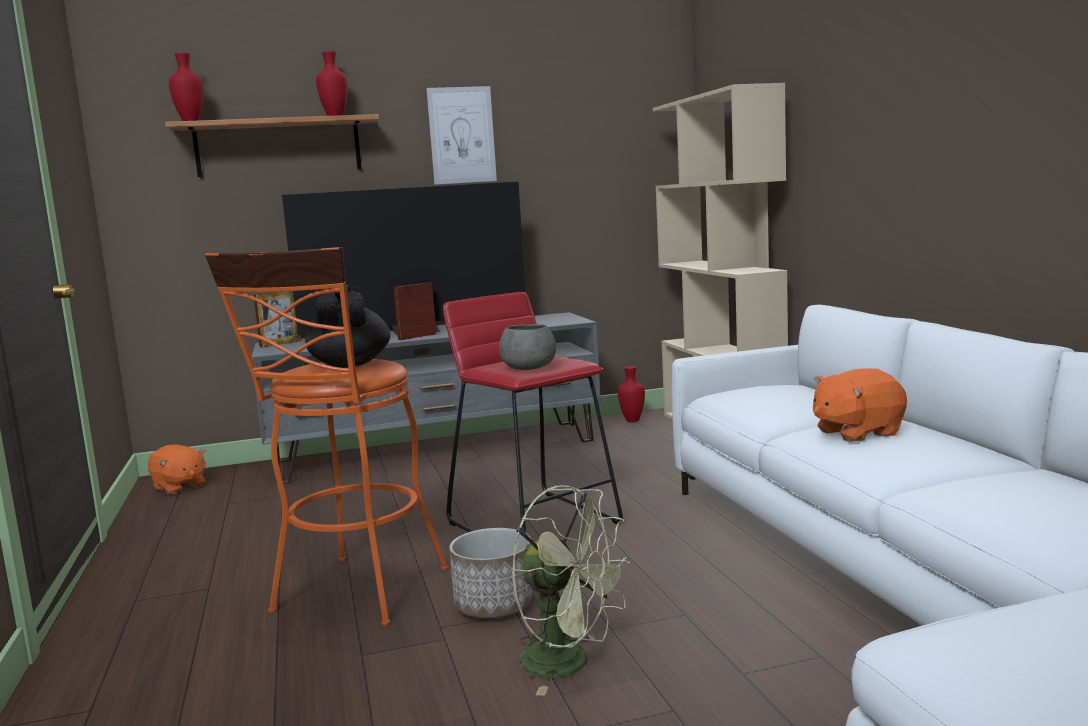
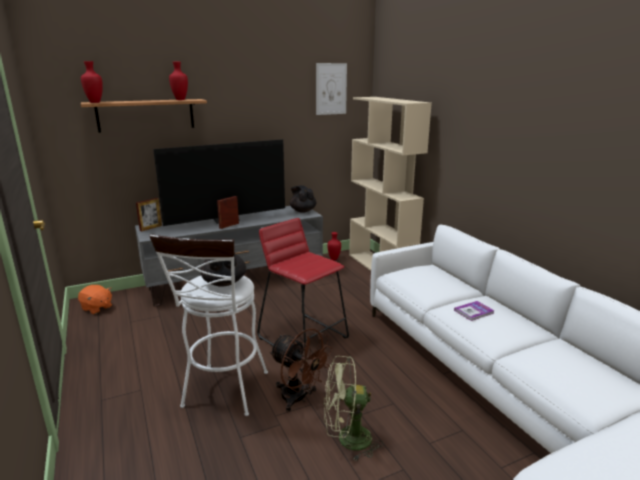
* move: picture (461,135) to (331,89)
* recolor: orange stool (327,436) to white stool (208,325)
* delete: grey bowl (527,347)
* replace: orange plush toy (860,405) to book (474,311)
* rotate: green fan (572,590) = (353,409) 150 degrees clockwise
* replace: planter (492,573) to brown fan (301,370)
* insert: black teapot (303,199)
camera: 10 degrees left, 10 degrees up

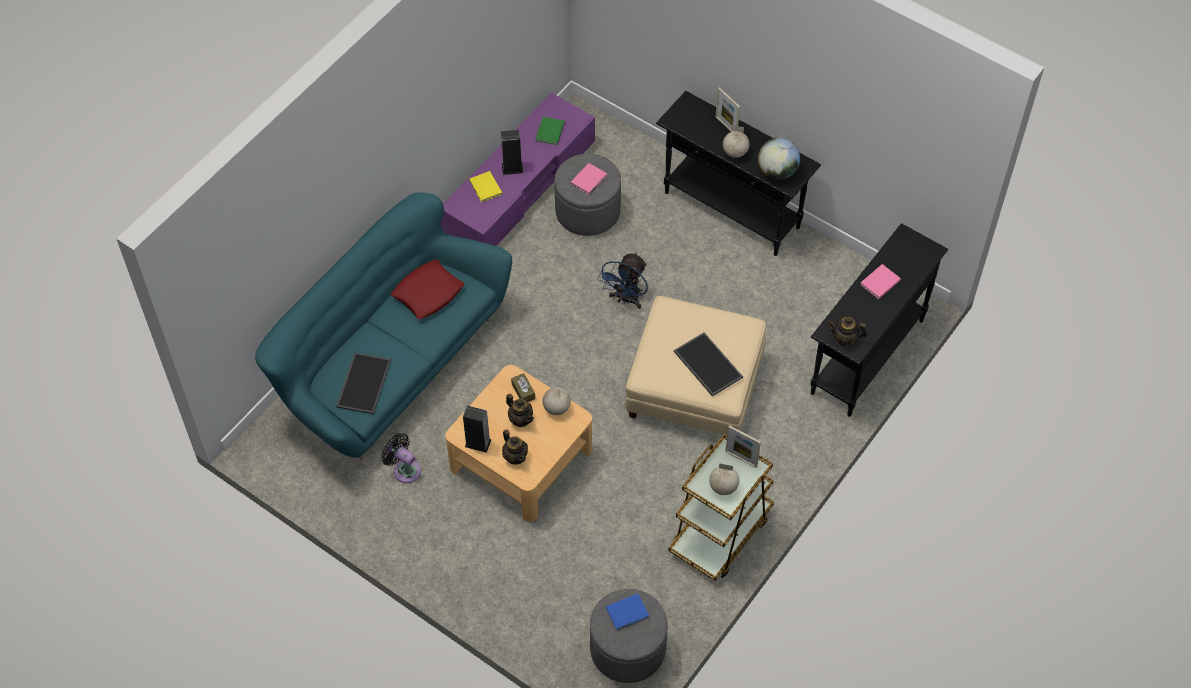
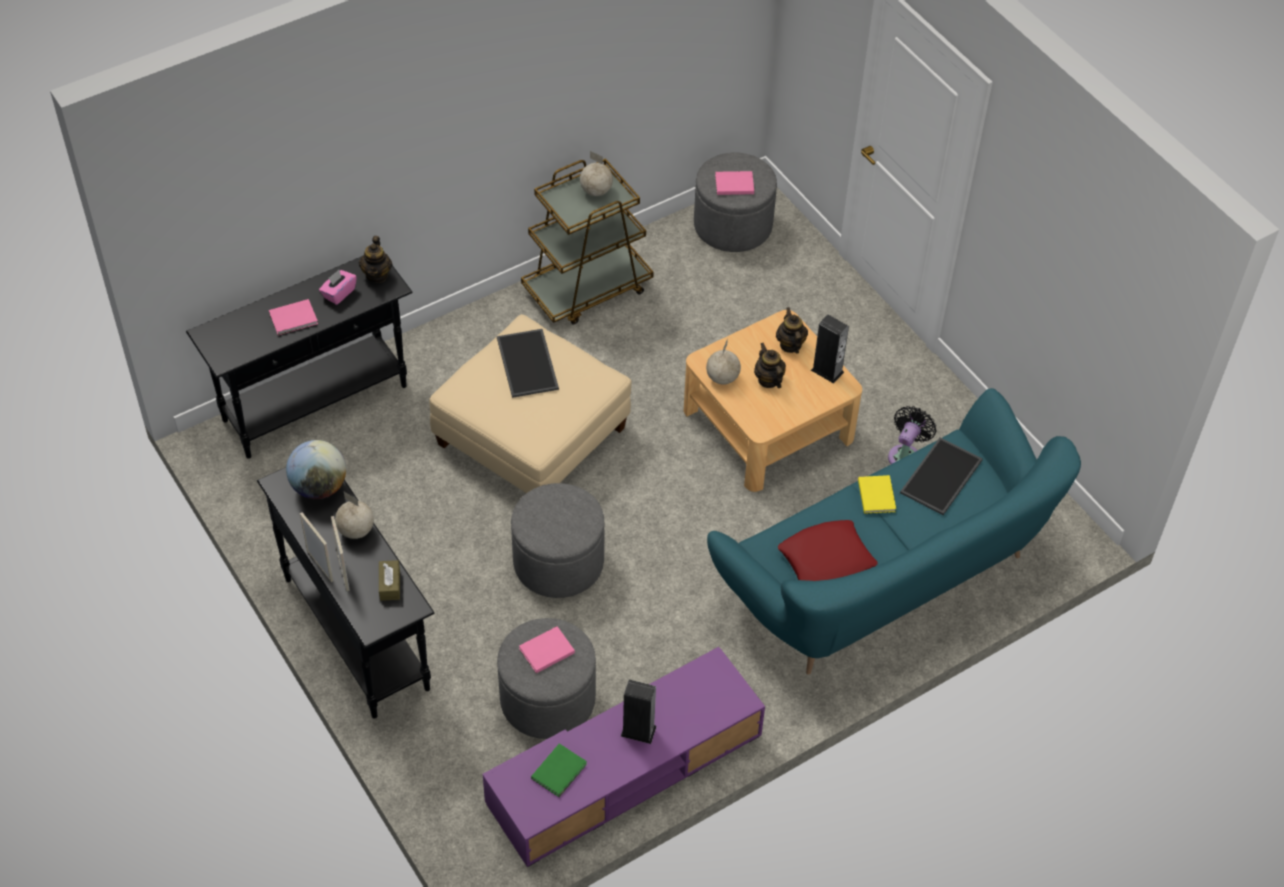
* move: yellow book (485,187) to (877,494)
* replace: blue fan (622,280) to grey ottoman (557,540)
* rotate: teapot (847,332) = (375,259) 60 degrees clockwise
* move: brown tissue box (523,387) to (389,580)
* move: picture frame (743,446) to (317,547)
* rotate: black fan (401,458) = (912,435) 120 degrees counterclockwise
* recolor: blue book (627,611) to pink book (734,183)
* insert: pink tissue box (338,287)
camera: 160 degrees left, 5 degrees down

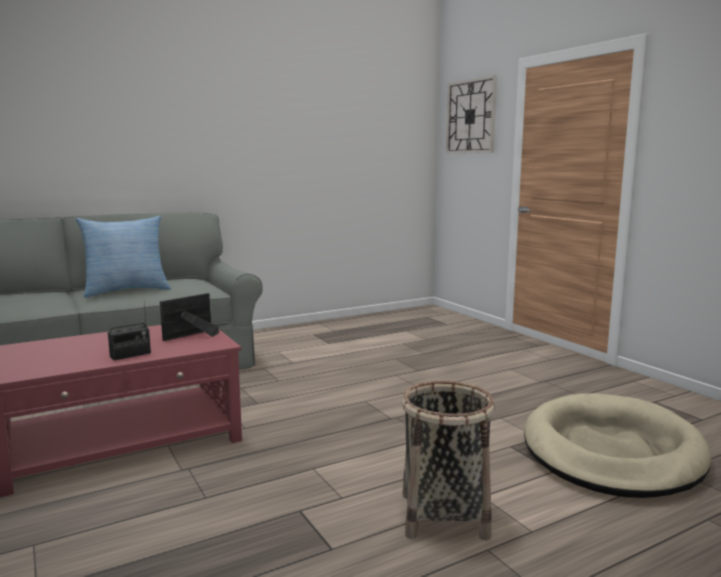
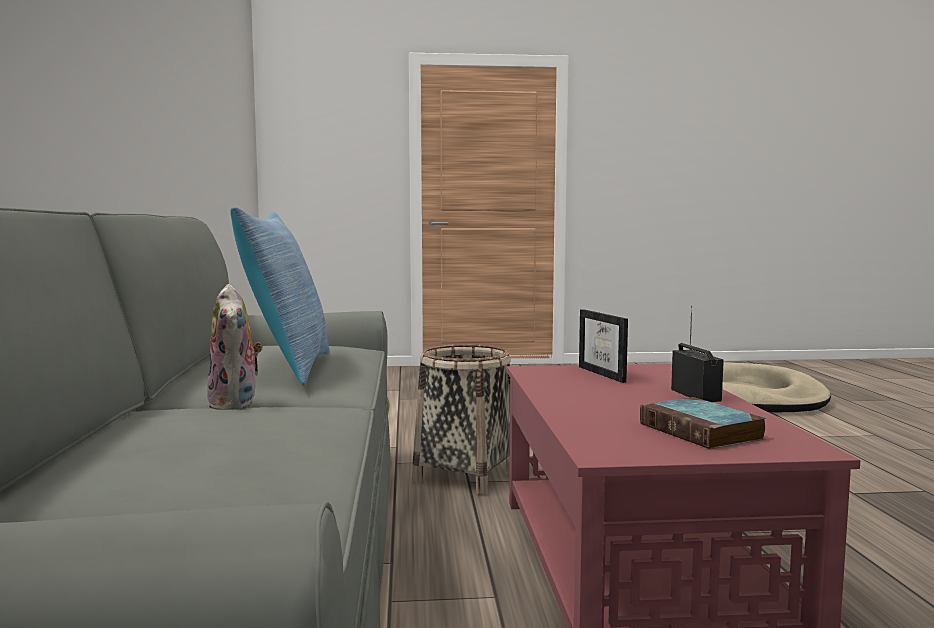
* delete: wall clock (471,114)
* move: basket (448,461) to (461,419)
* insert: plush toy (235,347)
* insert: book (703,423)
camera: 65 degrees left, 5 degrees down

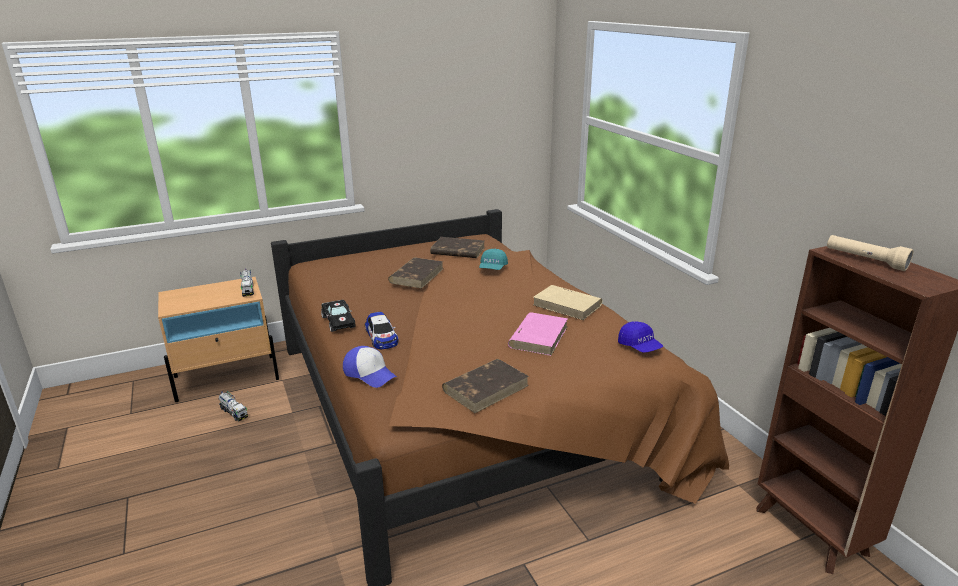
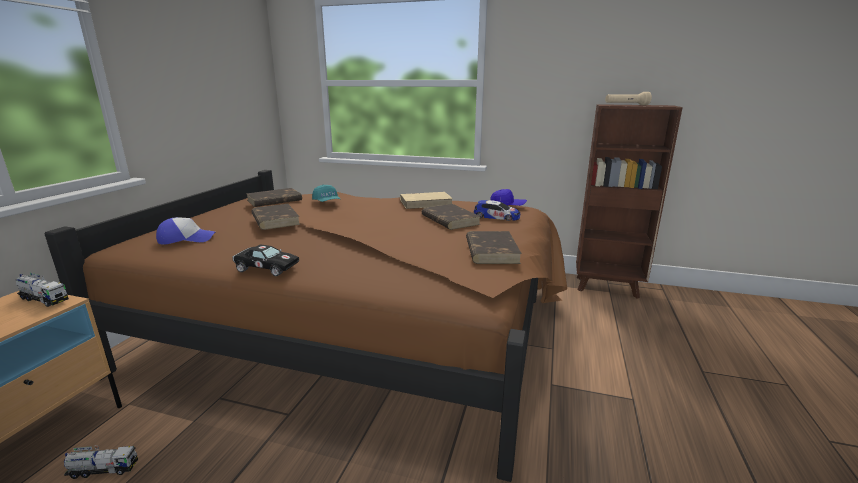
* move: toy car (382,330) to (497,210)
* recolor: pink book (538,334) to brown book (451,217)
* move: cap (370,367) to (185,231)
camera: 50 degrees left, 5 degrees down

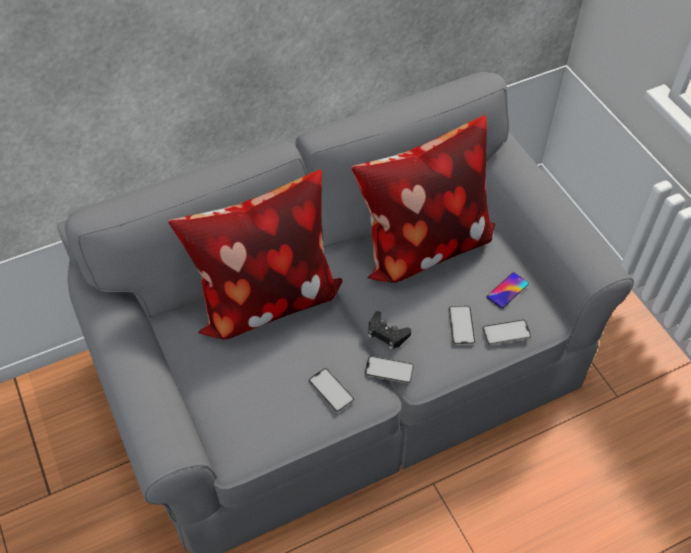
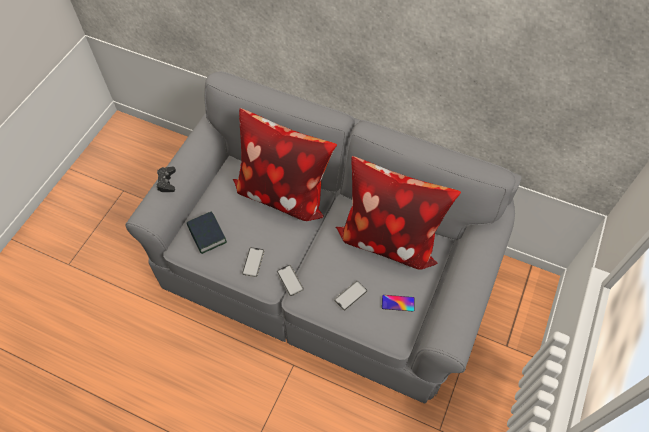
* move: black game controller (389,330) to (166,179)
* delete: phone (506,332)
* insert: book (207,232)
camera: 50 degrees right, 5 degrees up

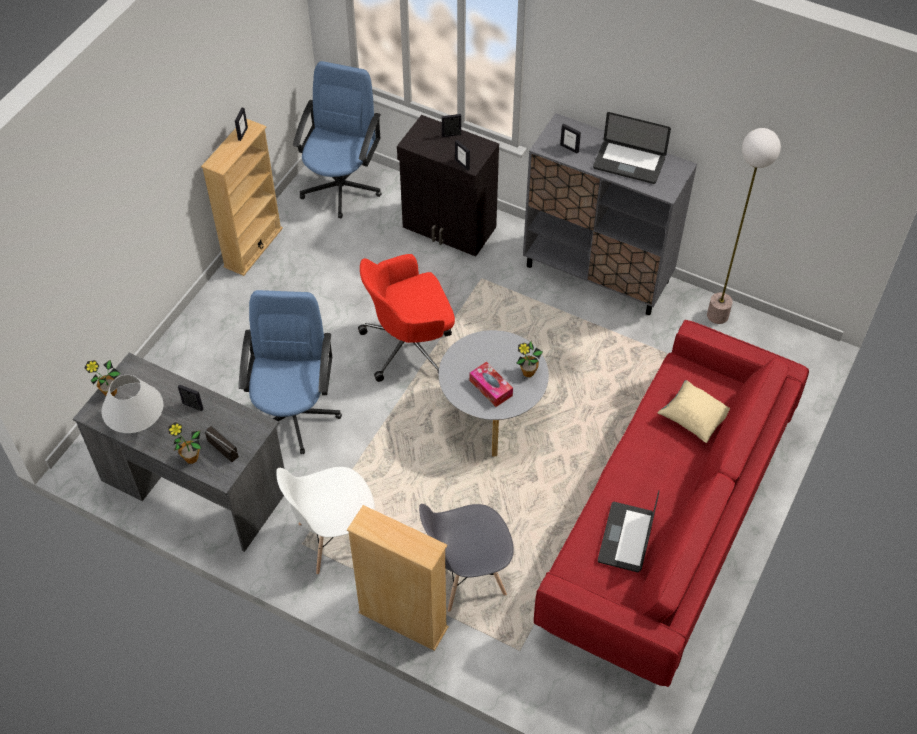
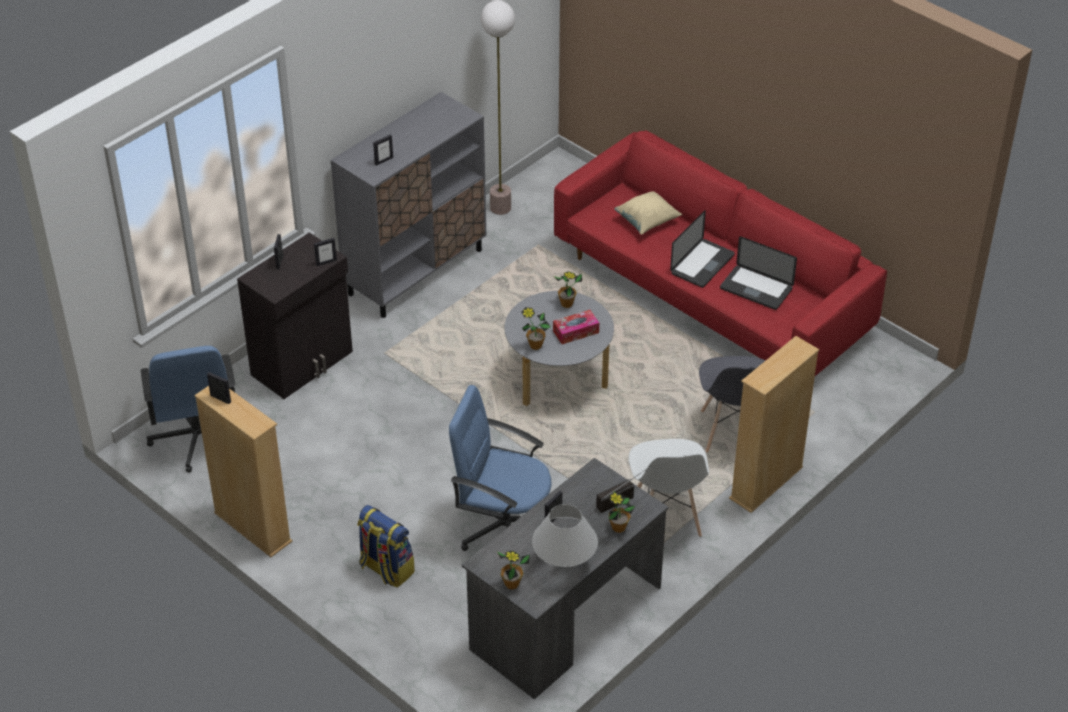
* rotate: blue office chair (337,139) = (188,409) 135 degrees counterclockwise
* move: laptop (632,148) to (702,249)
* delete: red office chair (406,318)
* insert: potted plant (536,328)
* insert: backpack (386,546)
camera: 75 degrees left, 10 degrees down

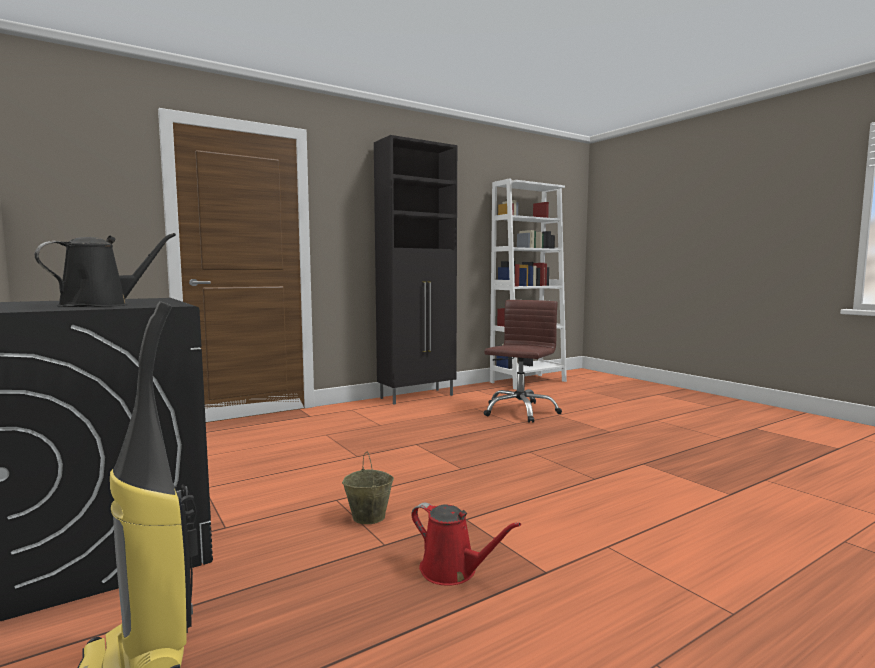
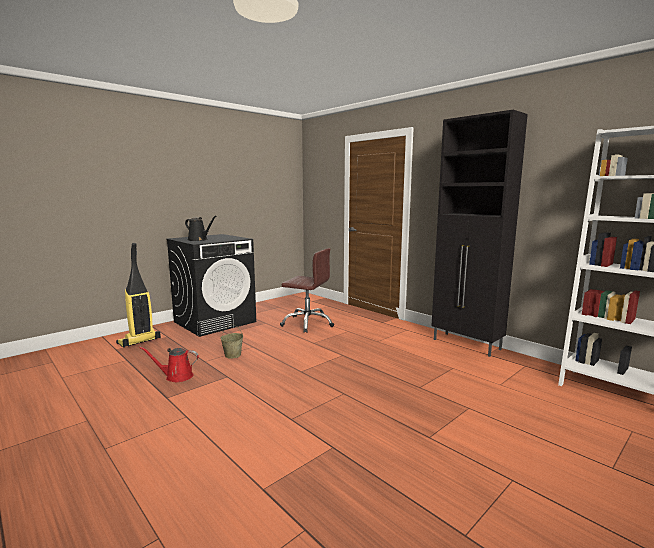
* move: brown office chair (523,361) to (307,290)
* rotate: red watering can (466,544) = (169,364) 60 degrees clockwise
camera: 80 degrees right, 5 degrees up

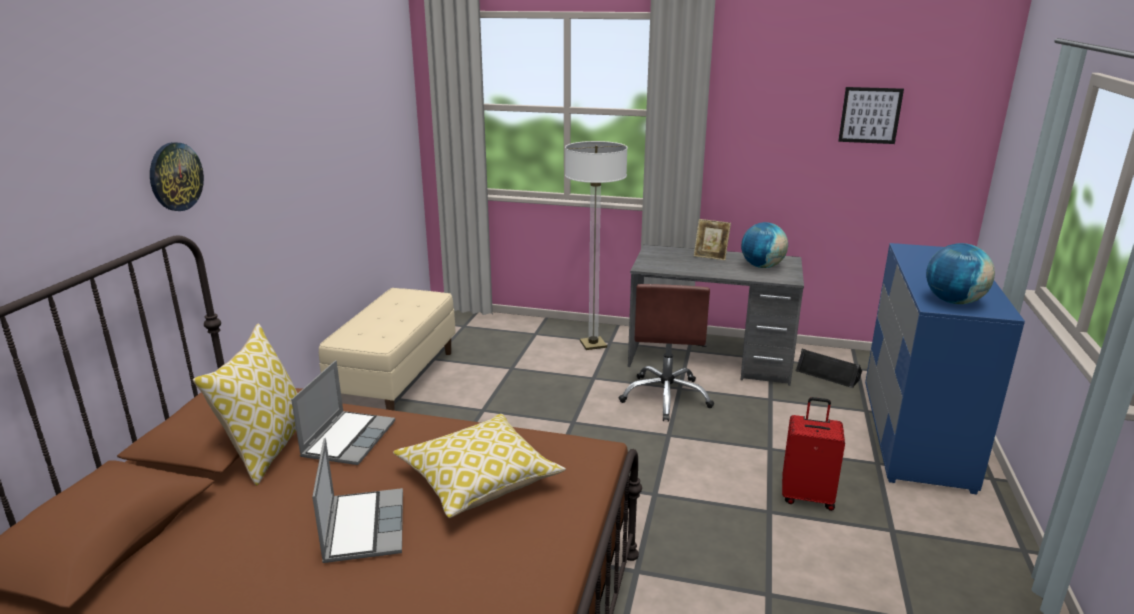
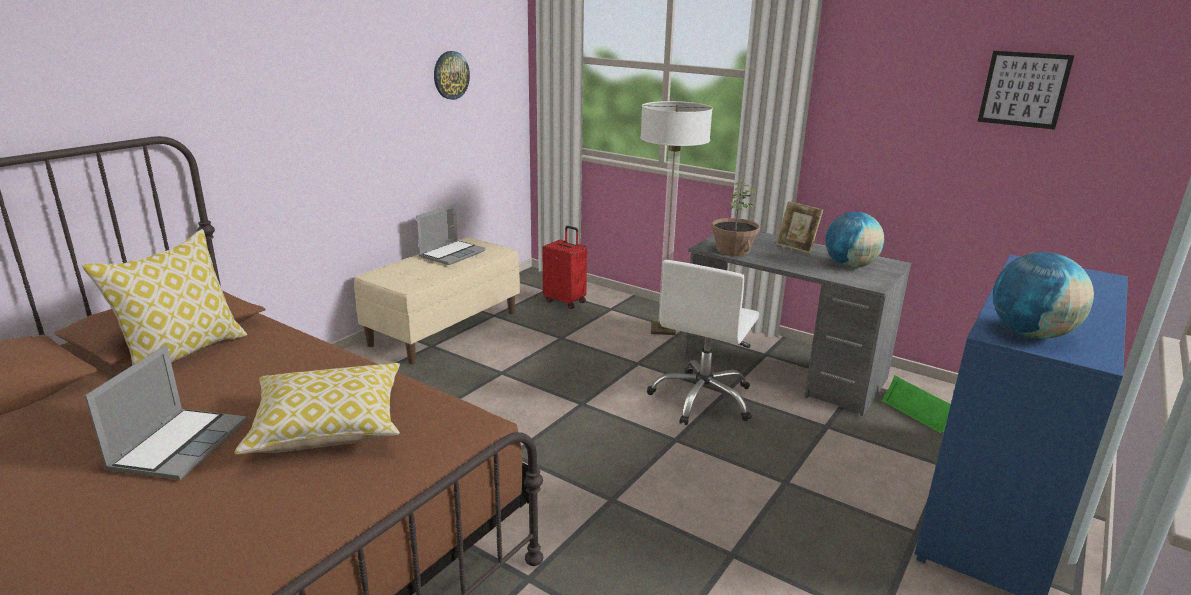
* move: wall clock (177,176) to (452,75)
* recolor: brown office chair (666,353) to white office chair (703,342)
* recolor: black speaker (828,368) to green speaker (916,405)
* move: laptop (343,412) to (451,234)
* move: red suitcase (813,454) to (565,267)
* insert: potted plant (735,218)
camera: 20 degrees right, 0 degrees up

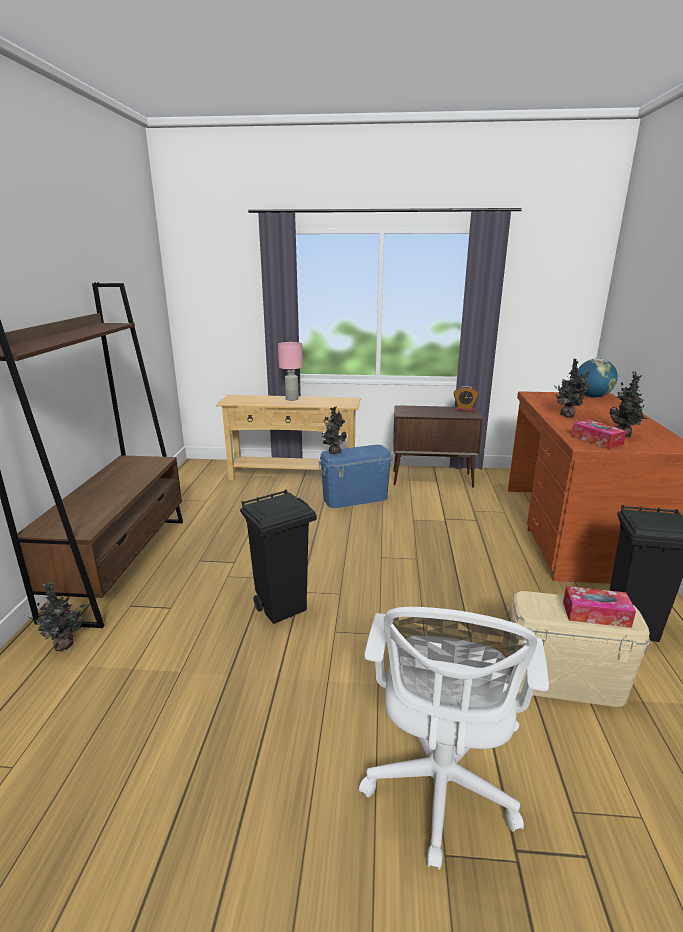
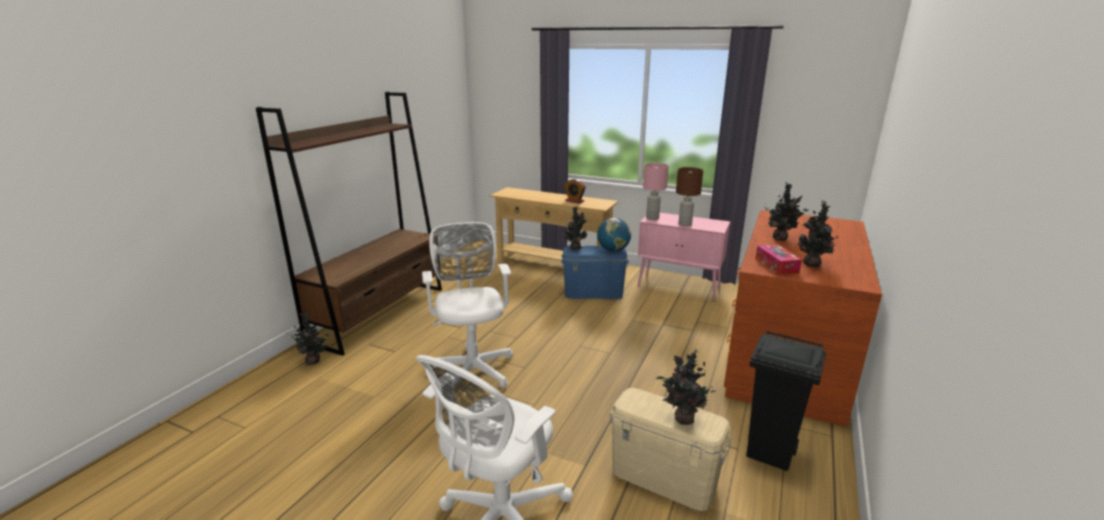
* move: pink table lamp (290,371) to (656,191)
* move: globe (597,377) to (614,235)
* move: alarm clock (466,399) to (575,191)
* recolor: brown cabinet (438,446) to pink cabinet (684,257)
* replace: black trash can (278,557) to white office chair (467,305)
* replace: tissue box (599,607) to potted plant (686,387)
* insert: brown table lamp (689,197)
camera: 20 degrees right, 0 degrees up

